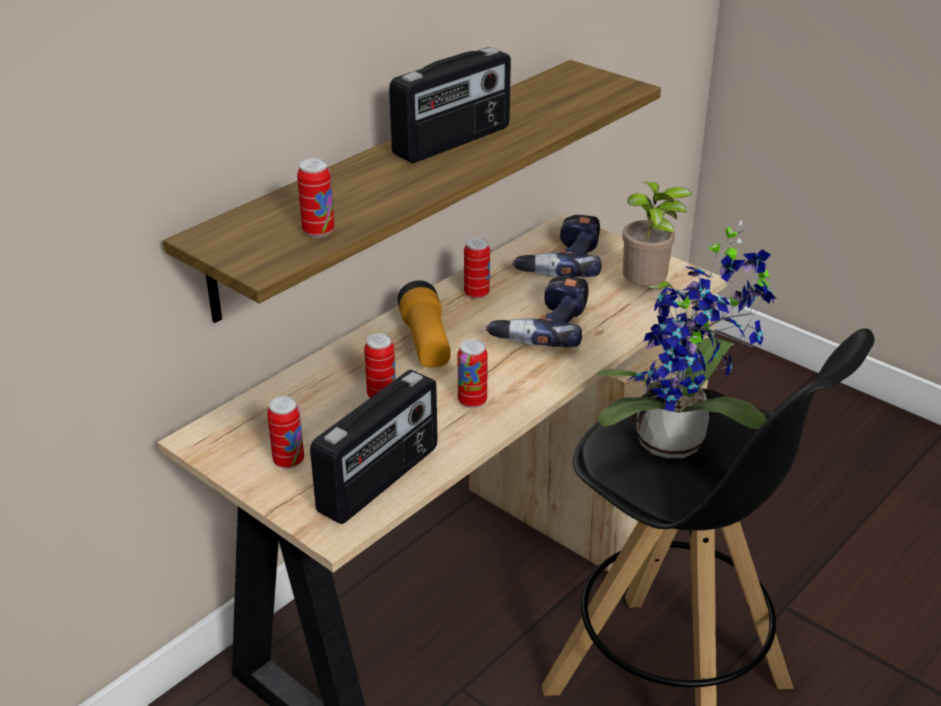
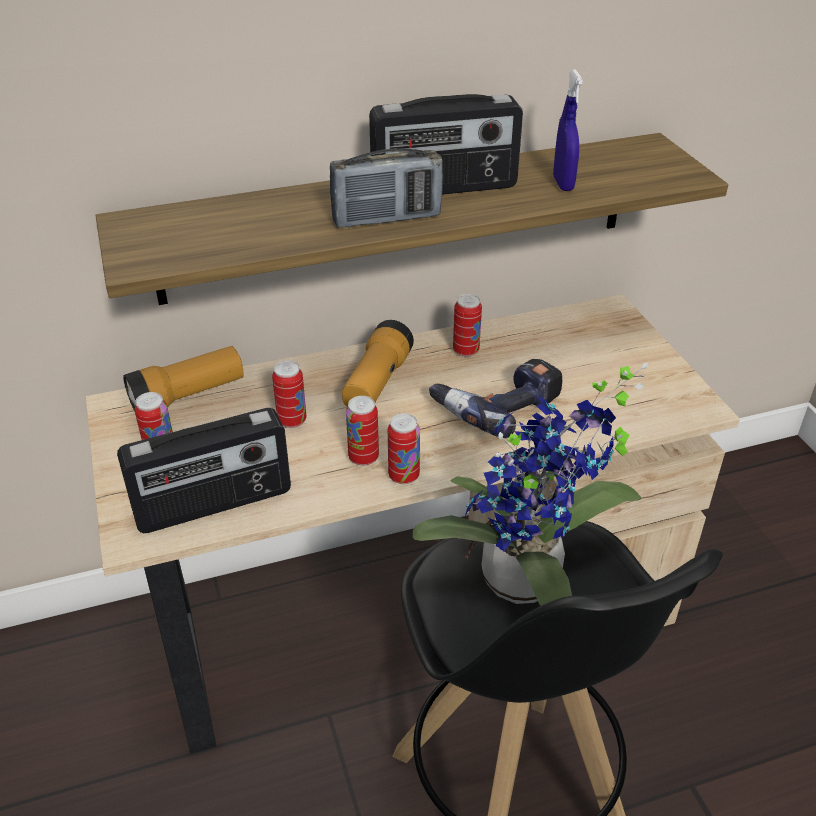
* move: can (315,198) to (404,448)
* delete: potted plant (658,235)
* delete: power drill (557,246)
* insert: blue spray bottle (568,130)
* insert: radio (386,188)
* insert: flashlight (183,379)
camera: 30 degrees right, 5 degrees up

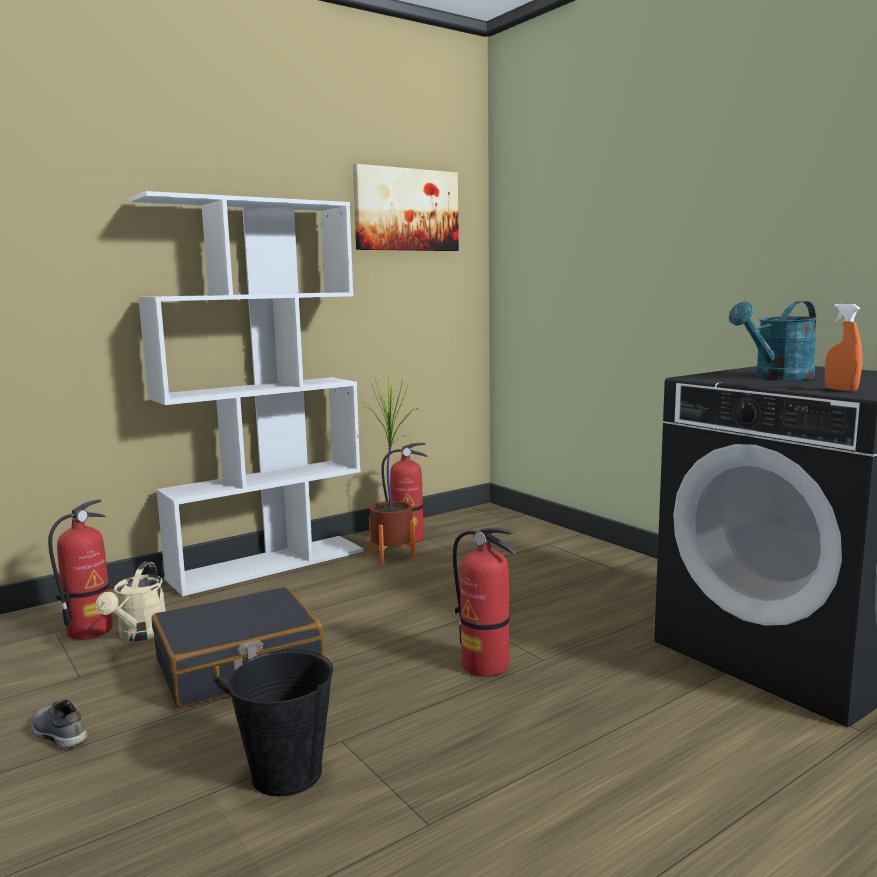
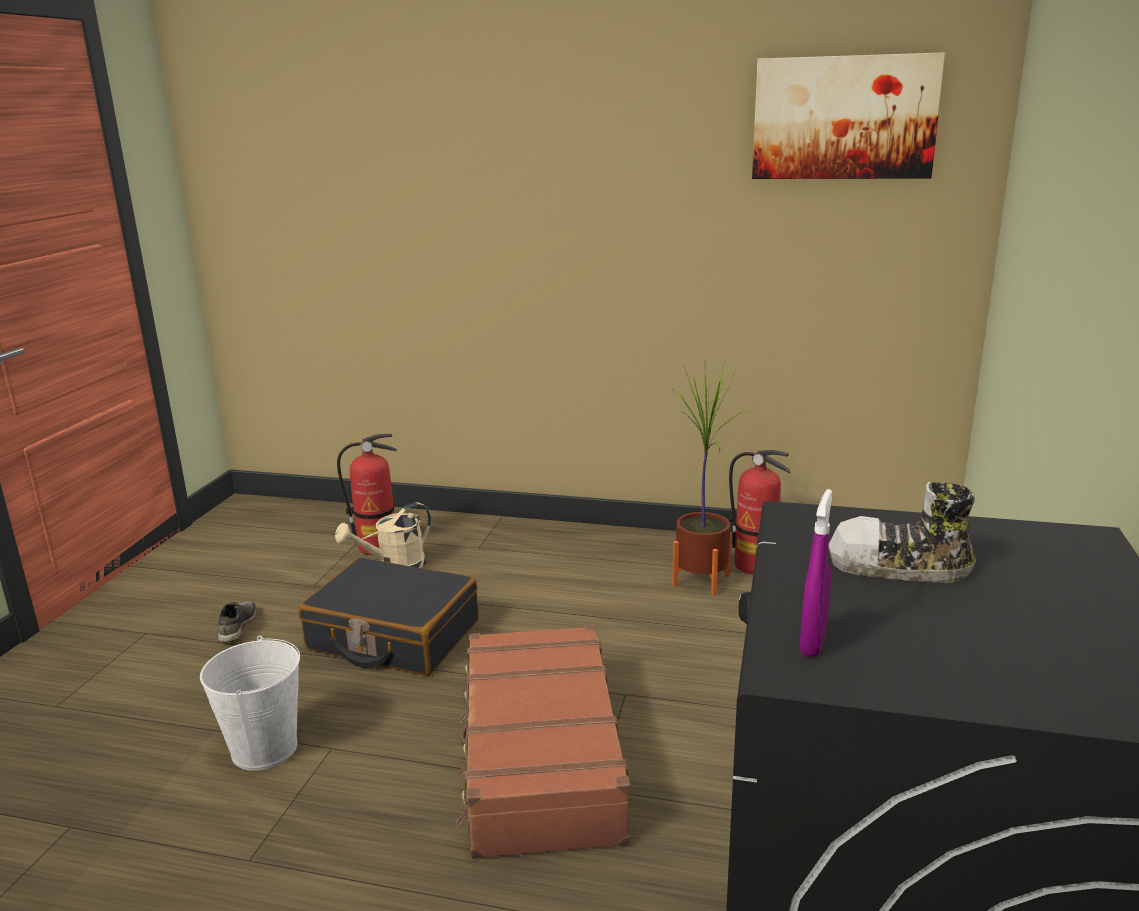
* delete: white bookcase (246,393)
* replace: turquoise watering can (773,340) to shoe (902,532)
* recolor: orange spray bottle (844,347) to purple spray bottle (816,573)
* replace: fire extinguisher (484,601) to brown suitcase (543,742)
* recolor: black bucket (280,722) to white bucket (250,703)
camera: 50 degrees right, 10 degrees up

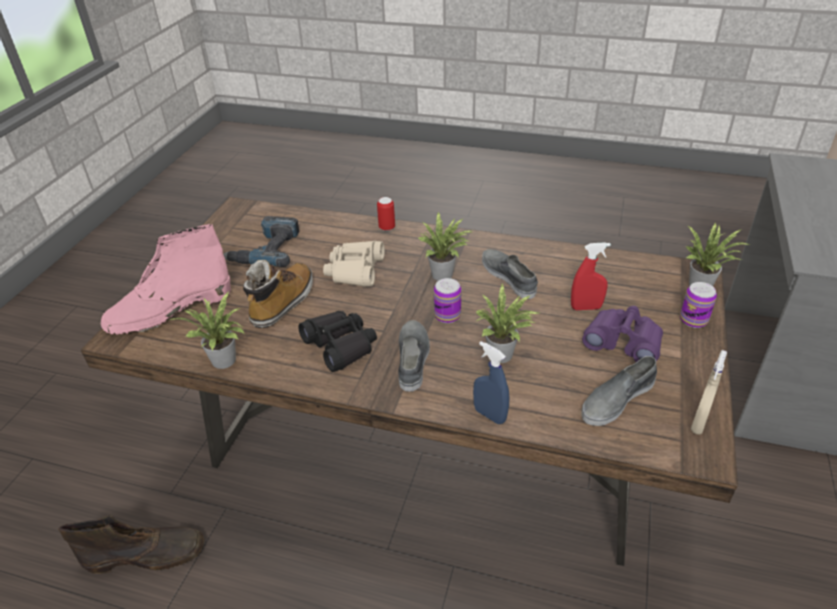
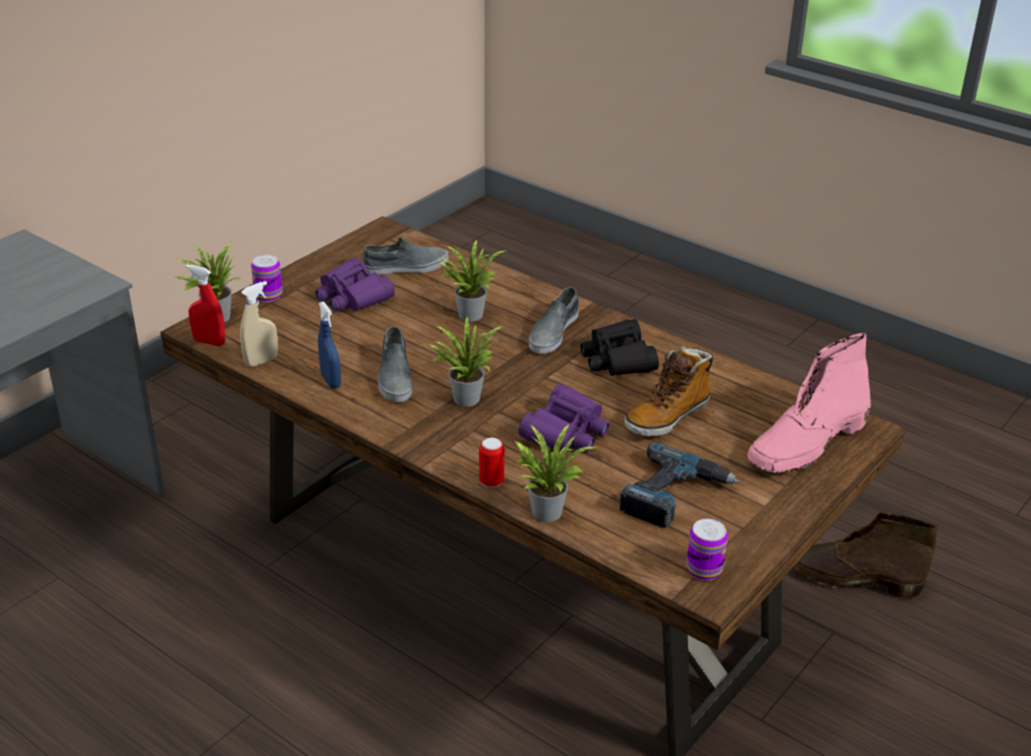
* rotate: pink boot (166,279) = (809,403) 150 degrees clockwise
* recolor: beige binoculars (354,264) to purple binoculars (564,418)
* move: red spray bottle (591,276) to (205,305)
* move: can (447,300) to (707,550)
* move: potted plant (207,330) to (555,473)
* move: blue spray bottle (491,382) to (329,345)
* move: beige spray bottle (708,392) to (259,324)
camera: 160 degrees left, 5 degrees down

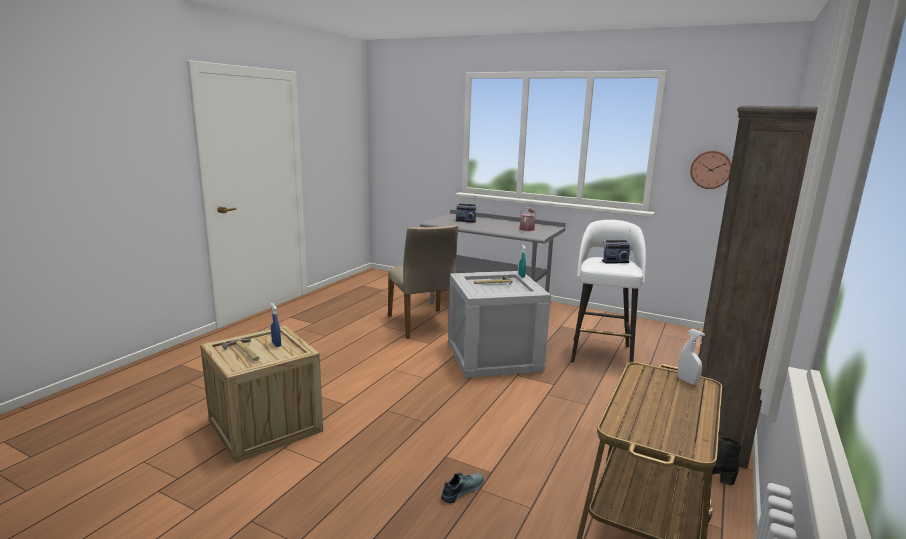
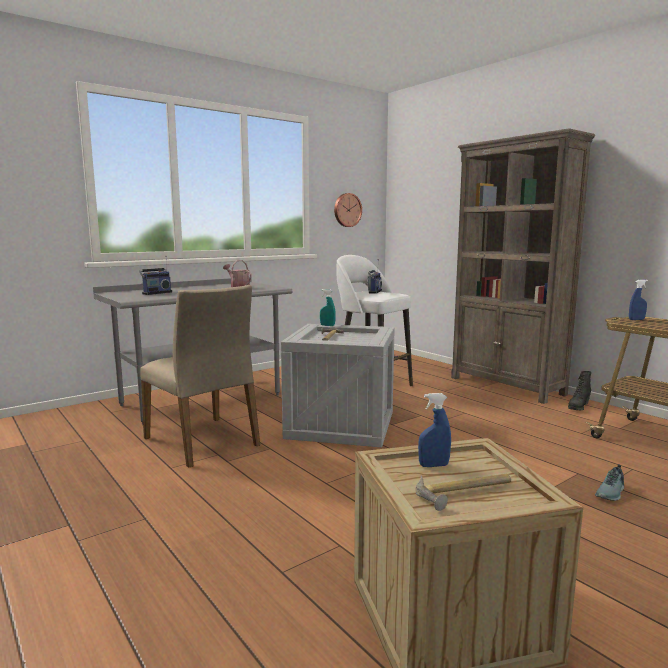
* rotate: beige chair (423,282) = (200,376) 45 degrees clockwise
* recolor: white spray bottle (691,357) to blue spray bottle (638,300)
* rotate: shoe (462,487) = (609,482) 120 degrees counterclockwise
camera: 65 degrees left, 5 degrees down

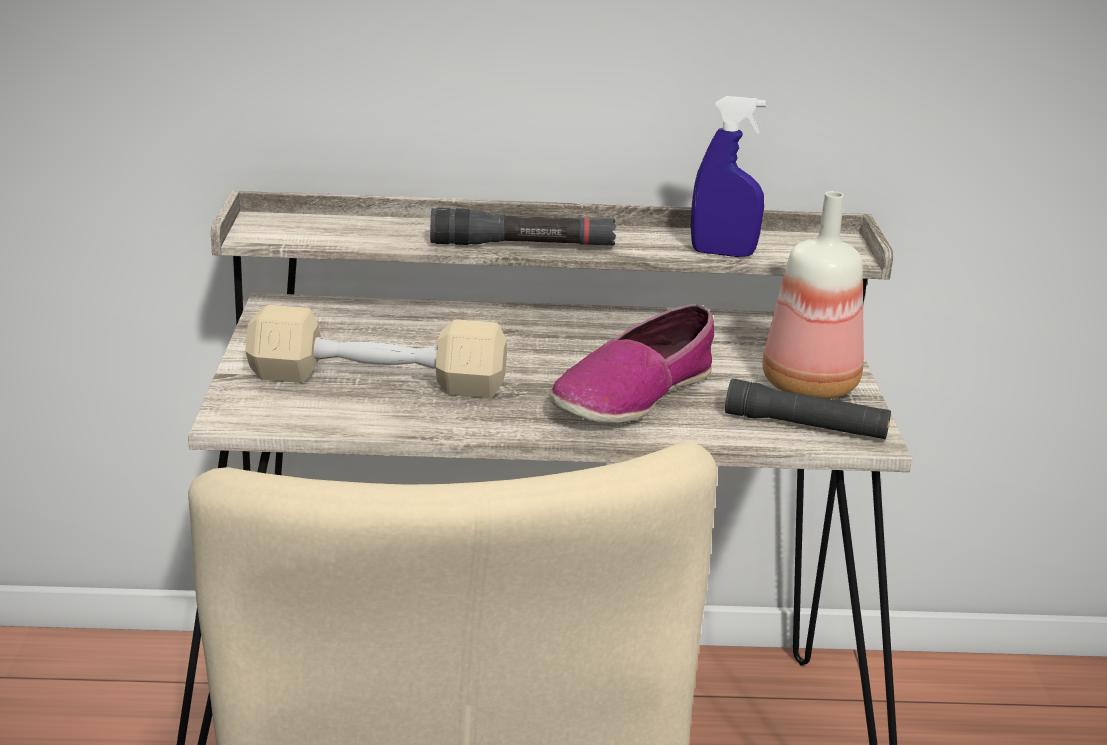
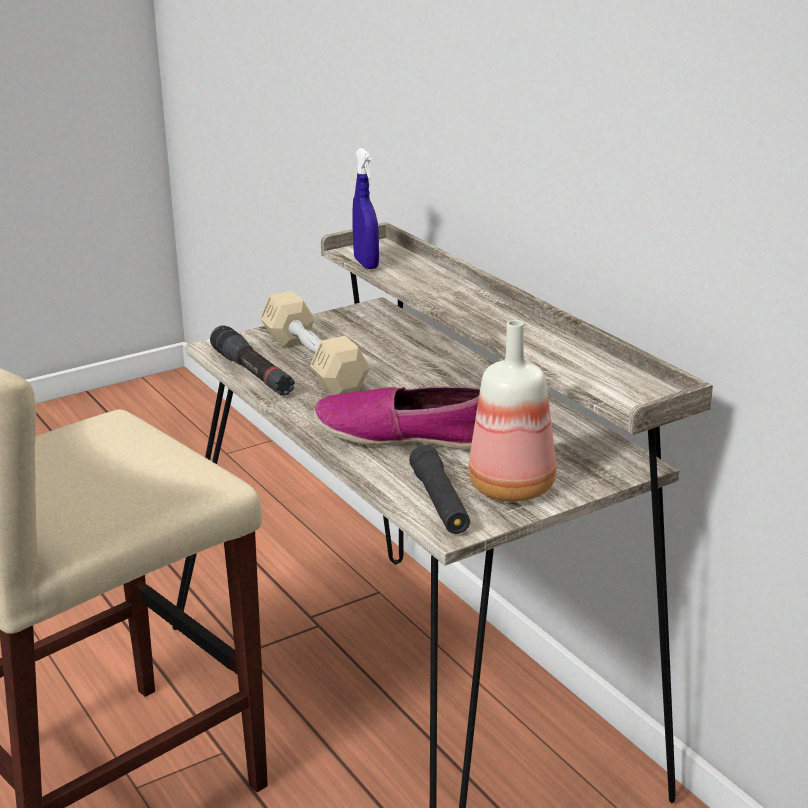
* move: blue spray bottle (728,176) to (365,208)
* move: black flashlight (523,227) to (252,360)
camera: 60 degrees right, 0 degrees up

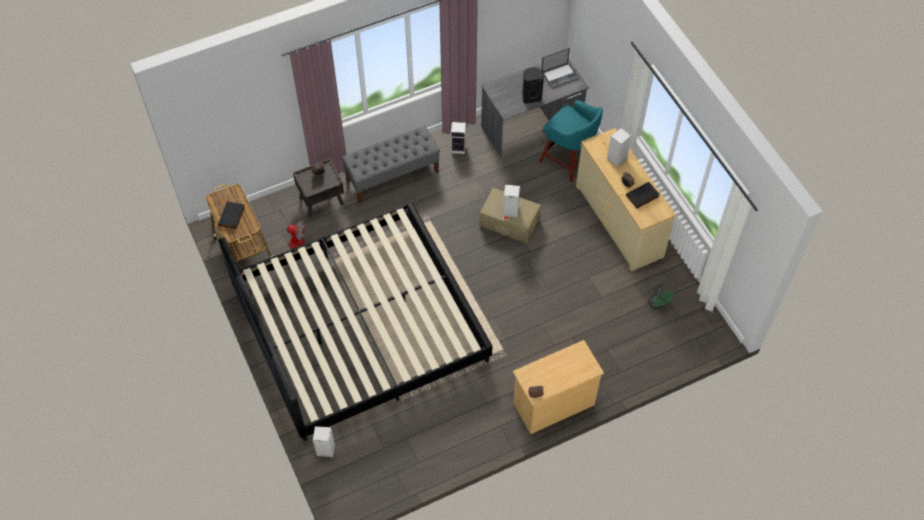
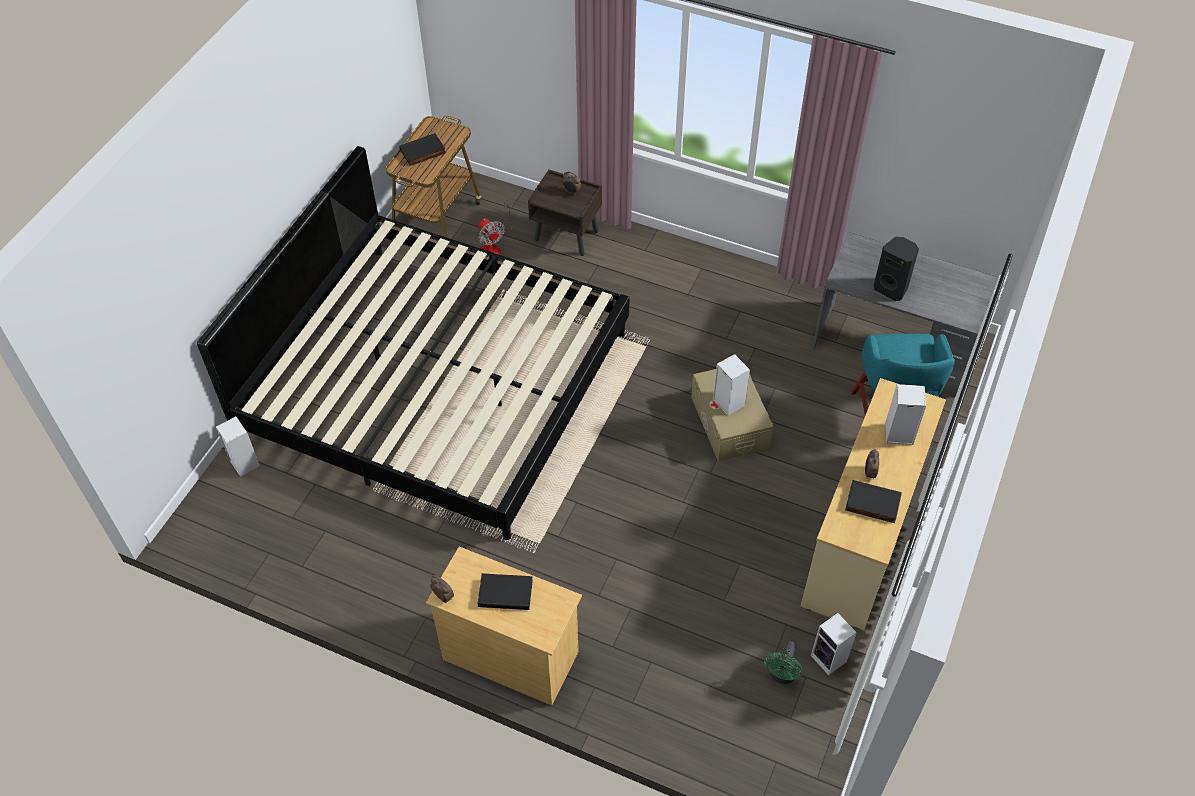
* delete: laptop (560,68)
* move: speaker (458,138) to (834,644)
* delete: grey bench (391,165)
* insert: black book (505,591)
camera: 50 degrees right, 5 degrees down

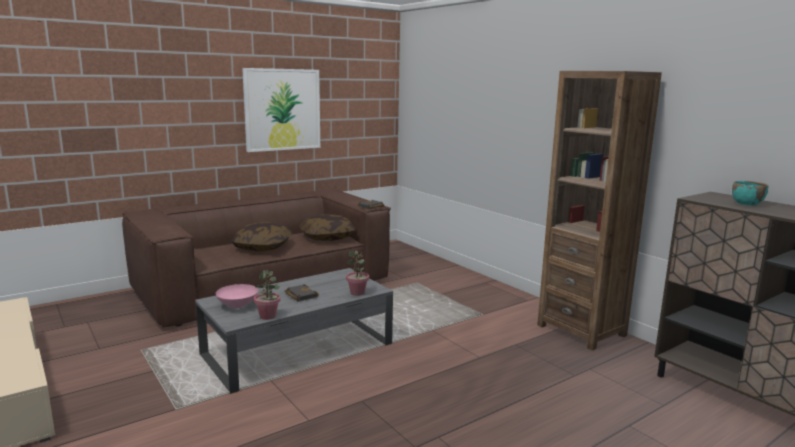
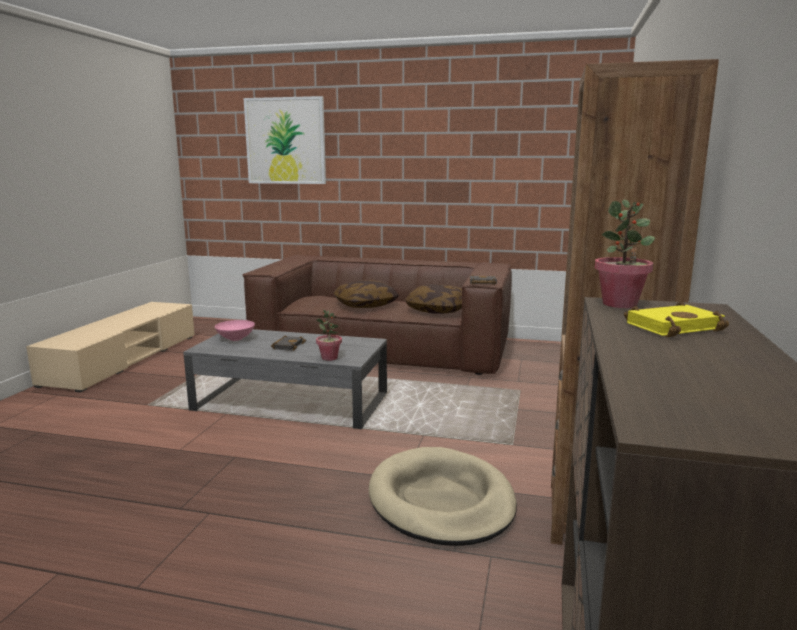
* move: picture (281,110) to (285,140)
* replace: turquoise bowl (750,193) to yellow book (676,319)
* move: potted plant (267,295) to (625,253)
* insert: beige dog bed (443,496)
camera: 50 degrees right, 0 degrees up

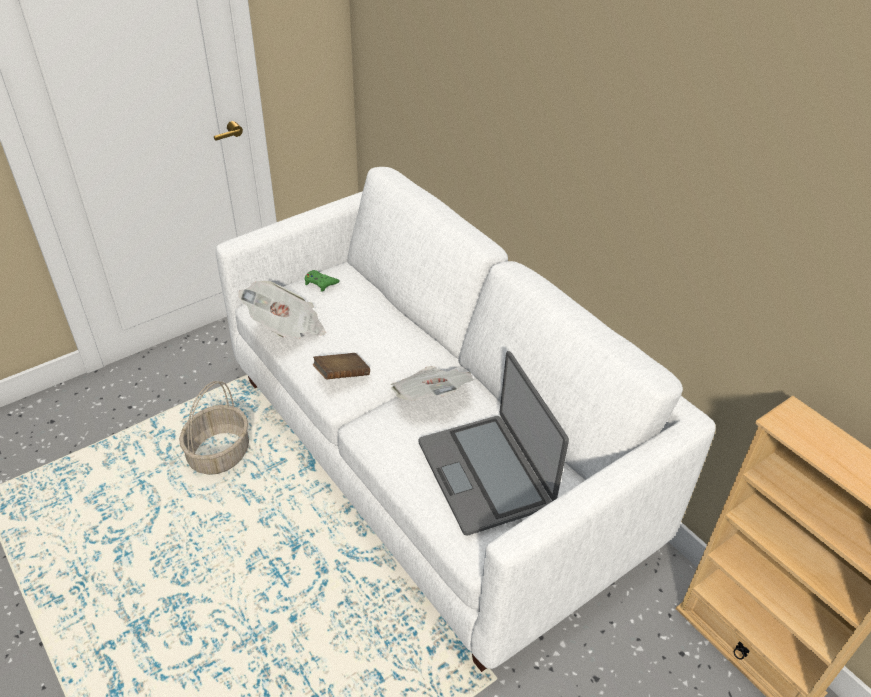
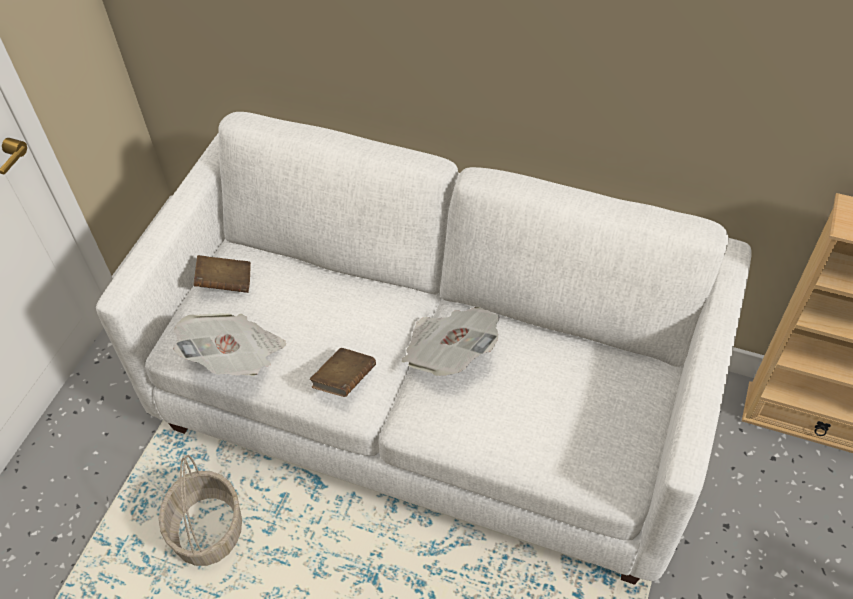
* replace: green game controller (322,281) to brown book (222,274)
* delete: laptop (494,443)
camera: 30 degrees left, 10 degrees up

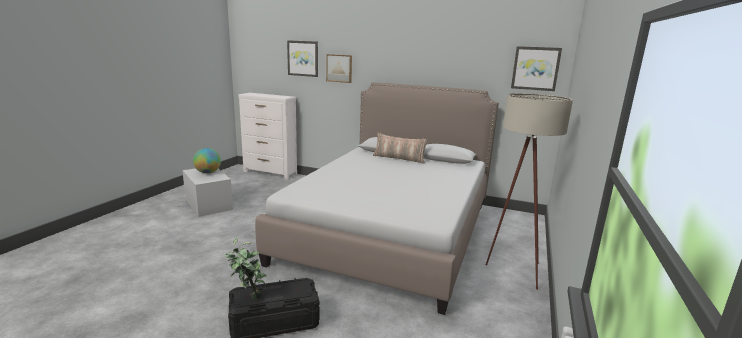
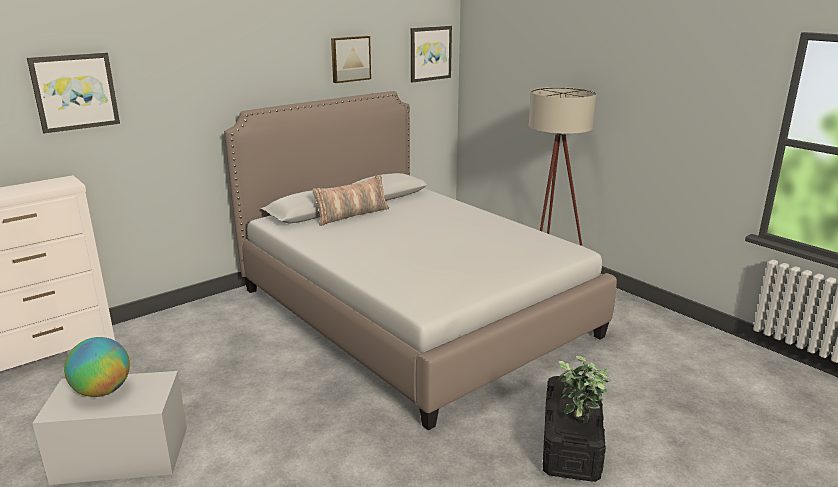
* move: picture (339,68) to (351,59)
camera: 60 degrees left, 5 degrees up

